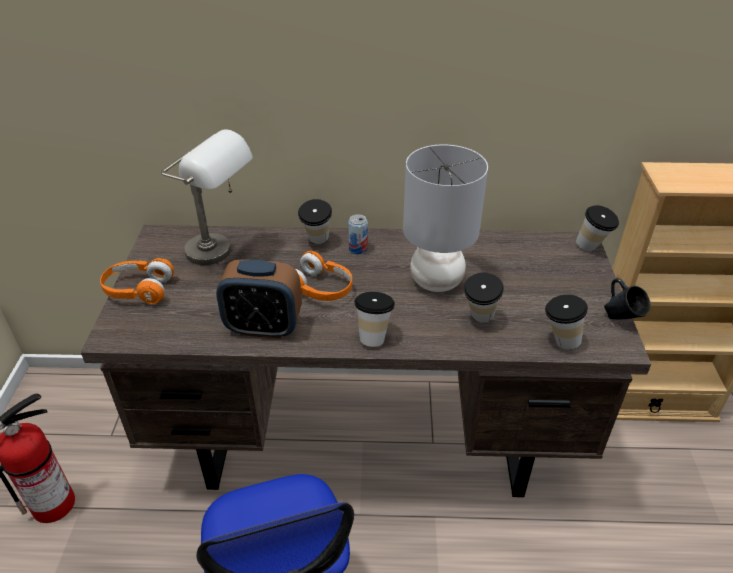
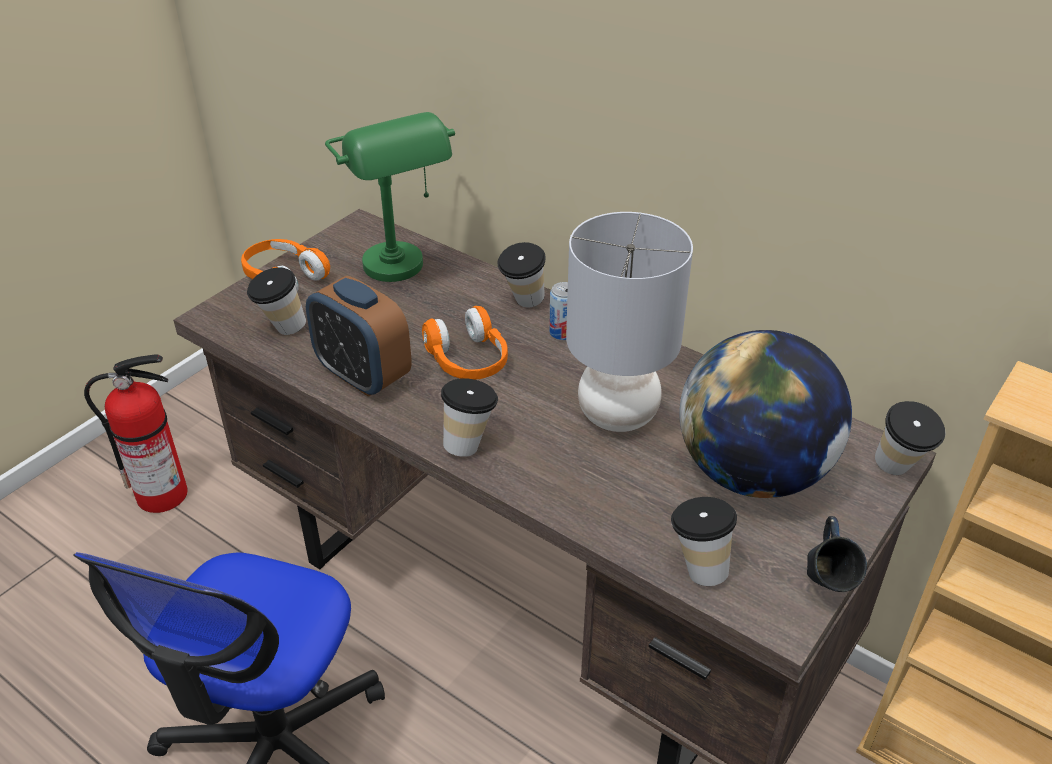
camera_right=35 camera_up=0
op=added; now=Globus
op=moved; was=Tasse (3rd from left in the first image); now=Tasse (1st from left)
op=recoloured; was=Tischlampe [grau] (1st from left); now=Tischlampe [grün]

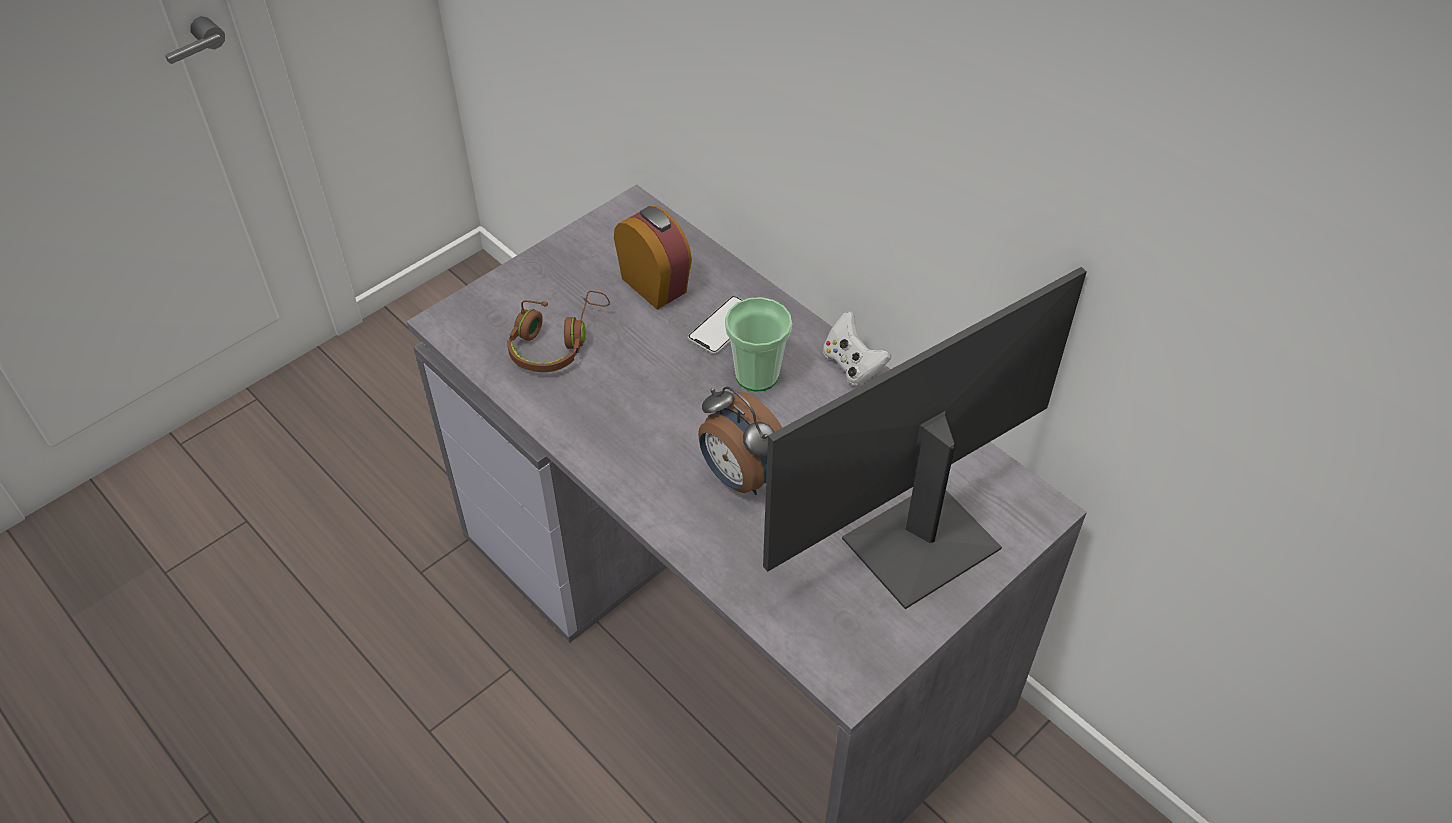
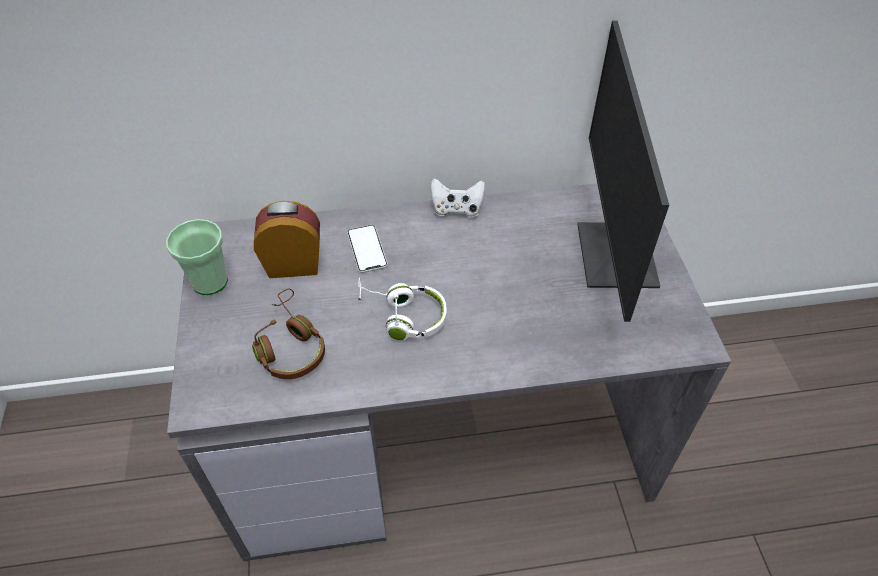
camera_right=-55 camera_up=0
op=removed; was=Wecker (2nd from left)
op=added; now=Kopfhörer [weiß]
op=moved; was=Tasse

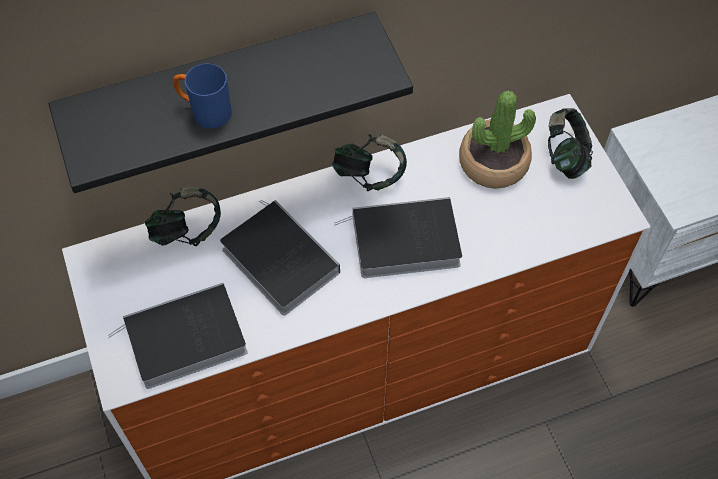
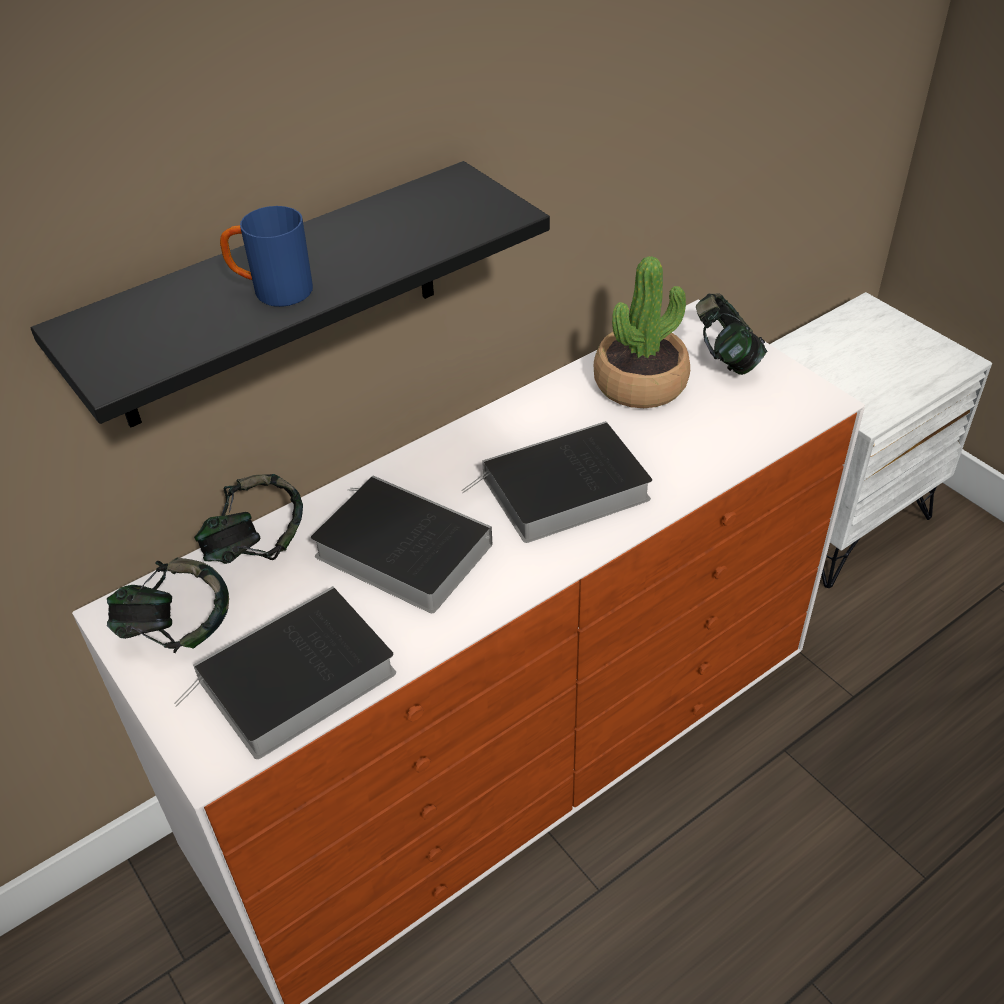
camera_right=-15 camera_up=-15
op=moved; was=Kopfhörer (2nd from left in the first image); now=Kopfhörer (1st from left)

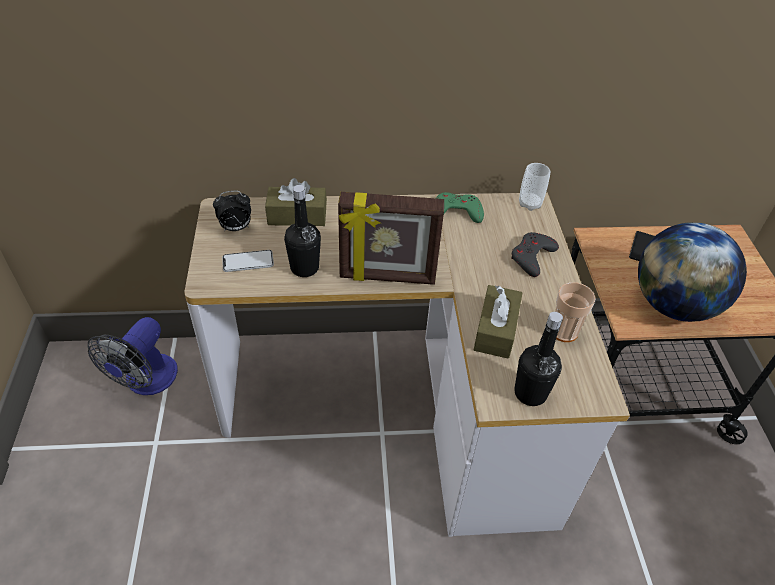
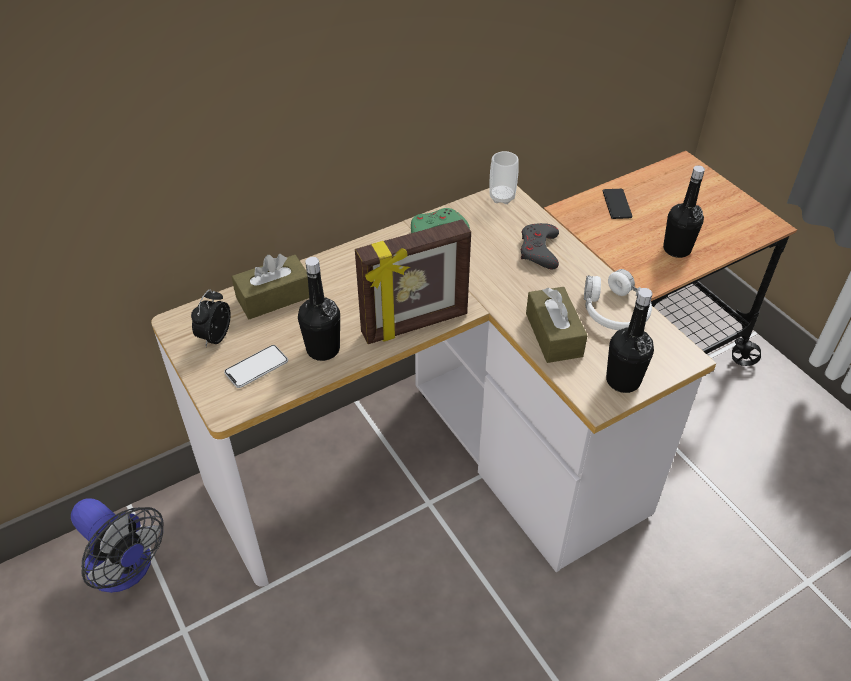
camera_right=-25 camera_up=0
op=replaced; was=Tasse (2nd from left); now=Kopfhörer [weiß]
op=replaced; was=Globus; now=Flasche [schwarz] (3rd from left)
op=turned; was=Ventilator; clockwise=-45
op=turned; was=Wecker; clockwise=150

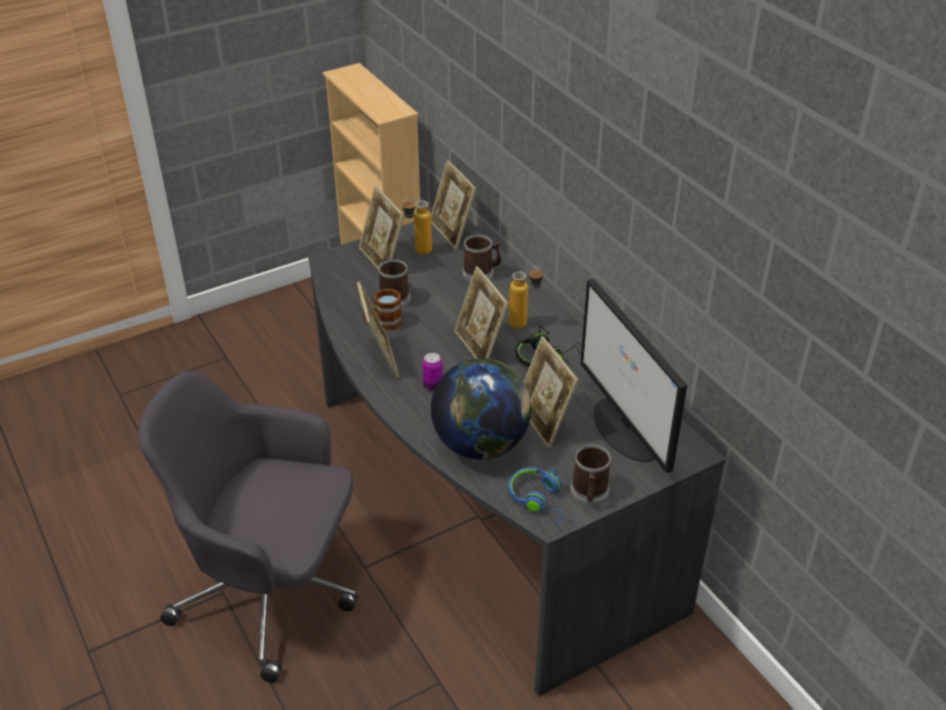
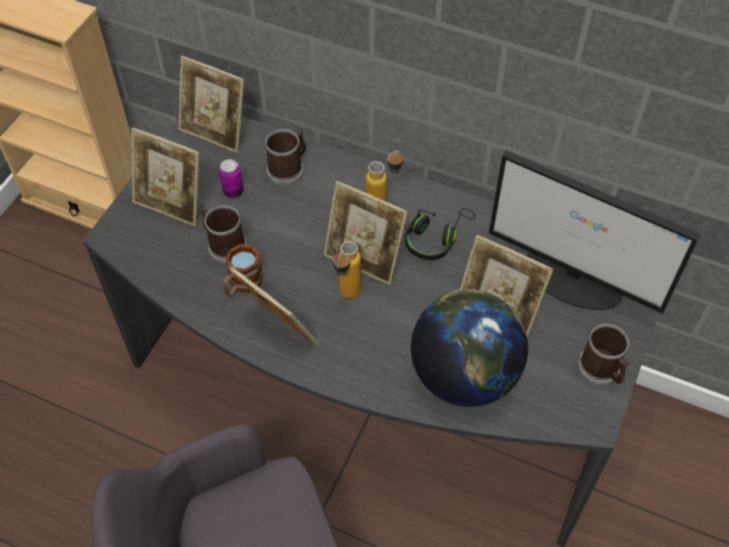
camera_right=-35 camera_up=15
op=removed; was=Kopfhörer [blau]
op=moved; was=Flasche (1st from left)
op=moved; was=Dose

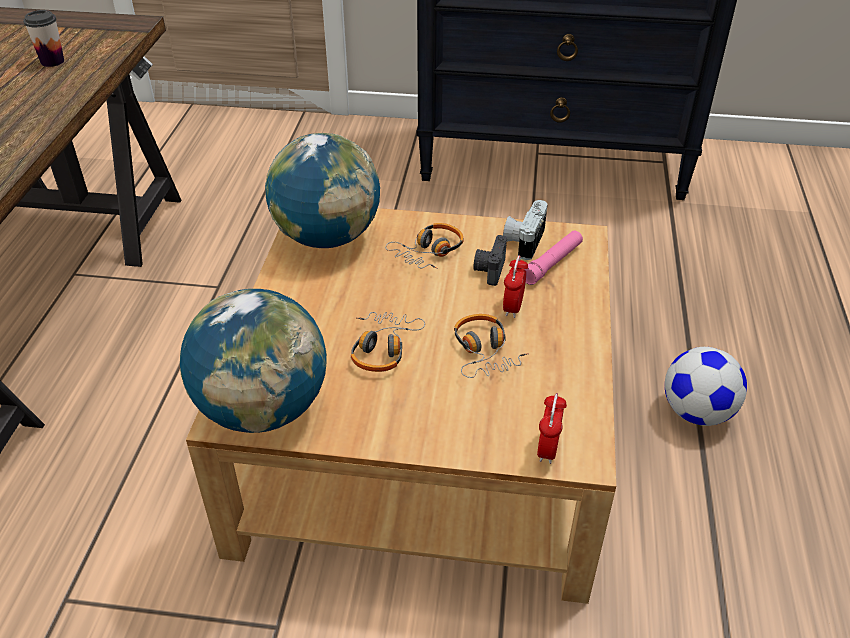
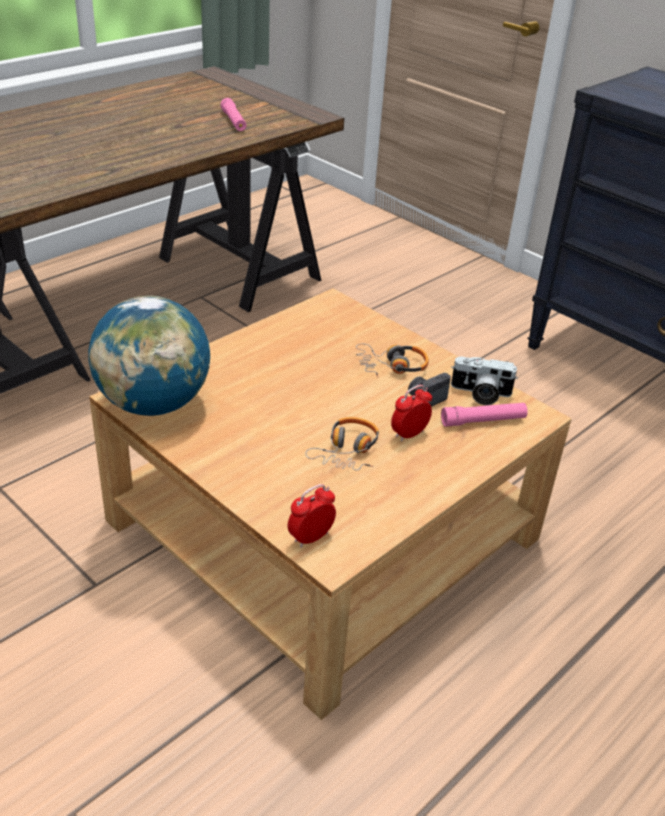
camera_right=35 camera_up=-5
op=removed; was=Globus (2nd from left)
op=removed; was=Kopfhörer (1st from left)
op=removed; was=Fußball
op=replaced; was=Tasse; now=Taschenlampe [rosa] (1st from left)
op=turned; was=Kamera (2nd from left); clockwise=-135

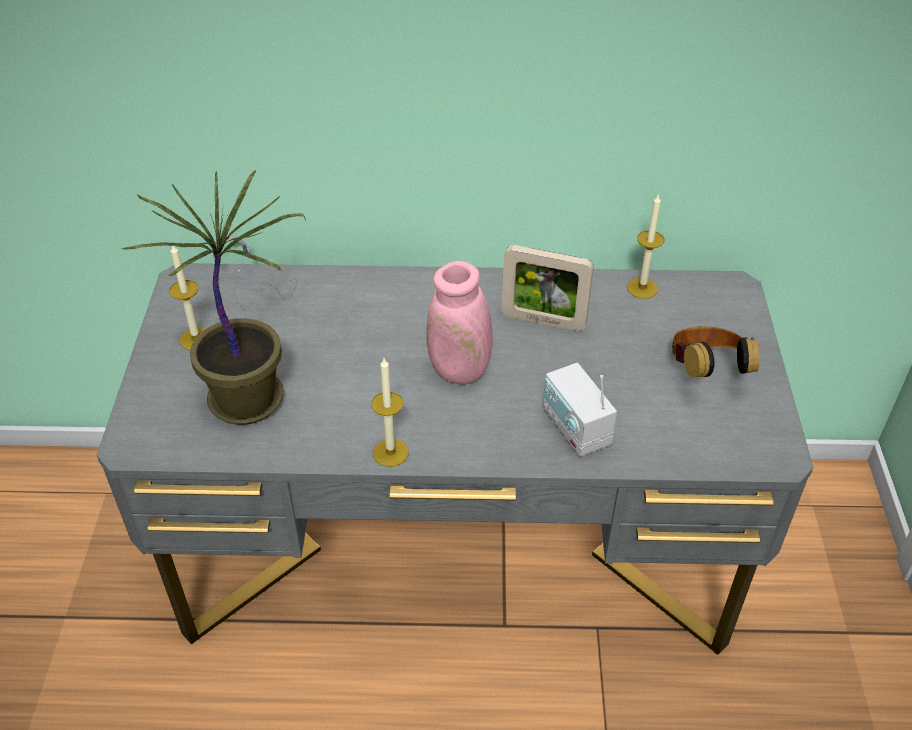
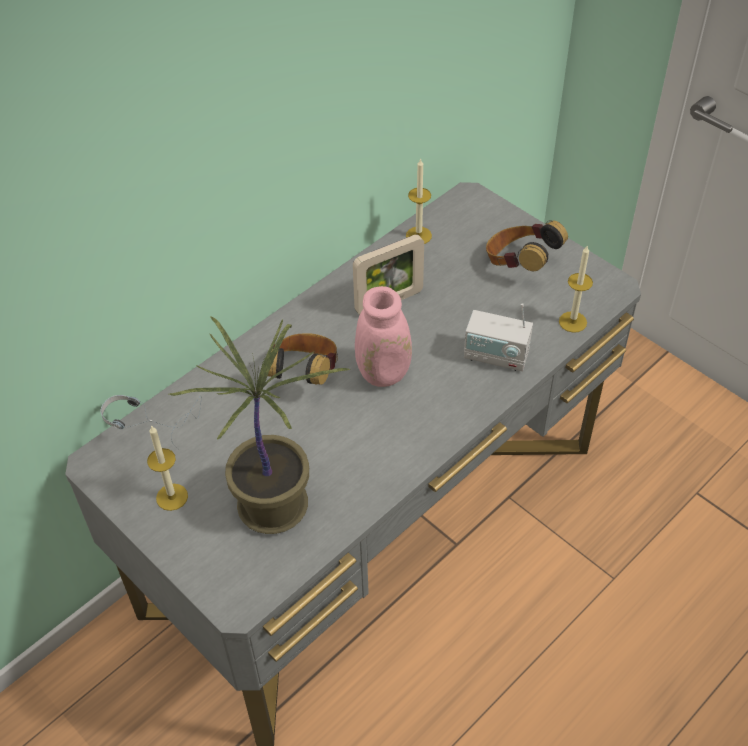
camera_right=-45 camera_up=5
op=added; now=Kopfhörer (2nd from left)
op=moved; was=Kerze (2nd from left in the first image); now=Kerze (3rd from left)

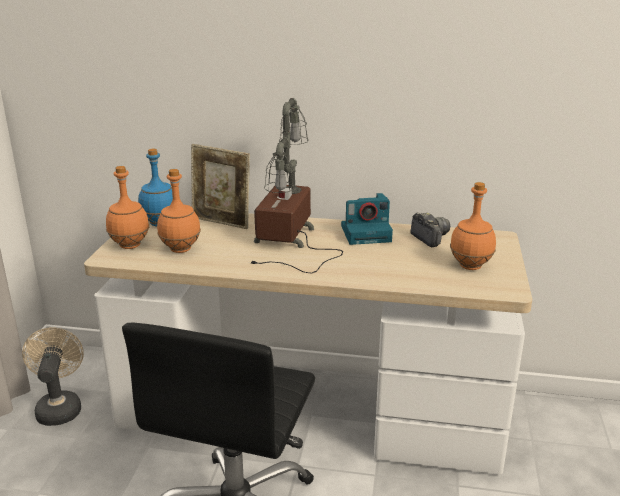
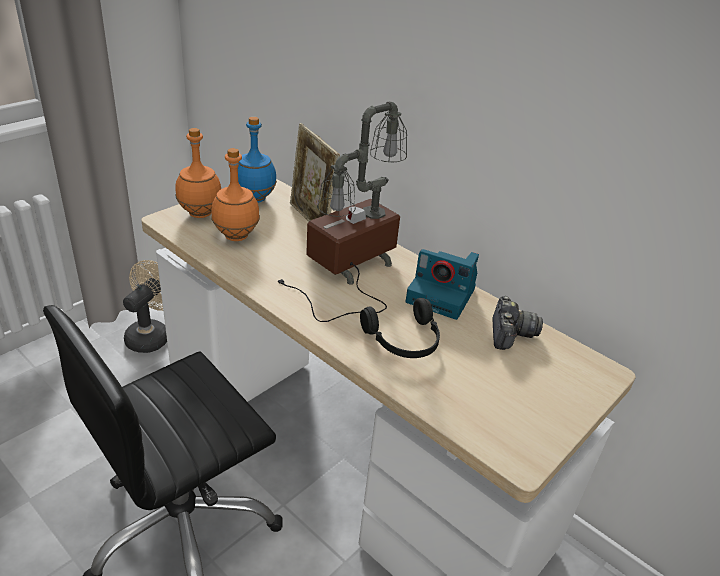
camera_right=30 camera_up=10
op=removed; was=Flasche [orange] (3rd from left)
op=added; now=Kopfhörer [schwarz]

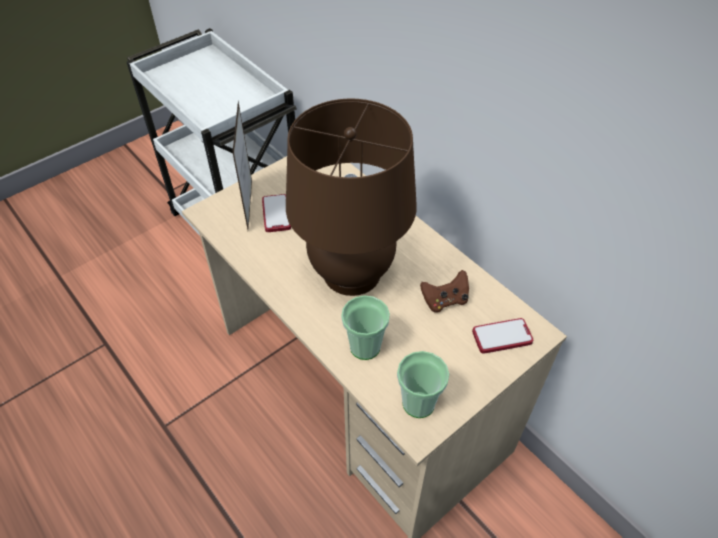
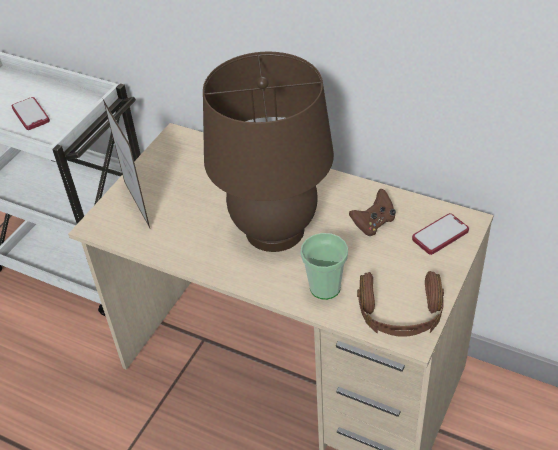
camera_right=-20 camera_up=-5
op=moved; was=Handy (1st from left)
op=replaced; was=Tasse (2nd from left); now=Kopfhörer [braun]

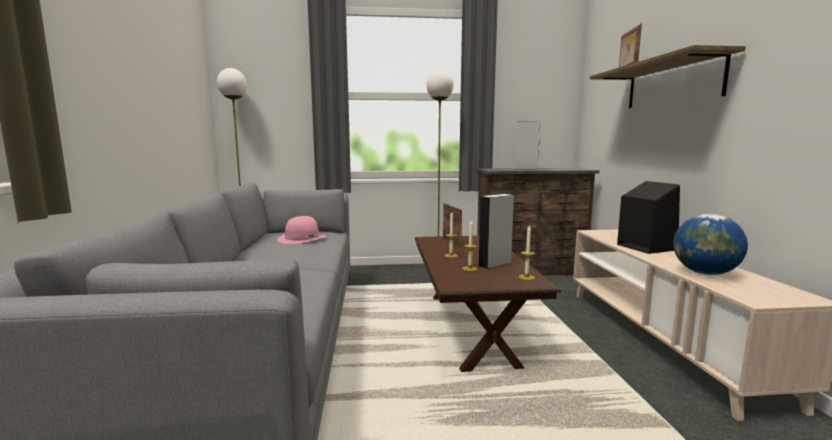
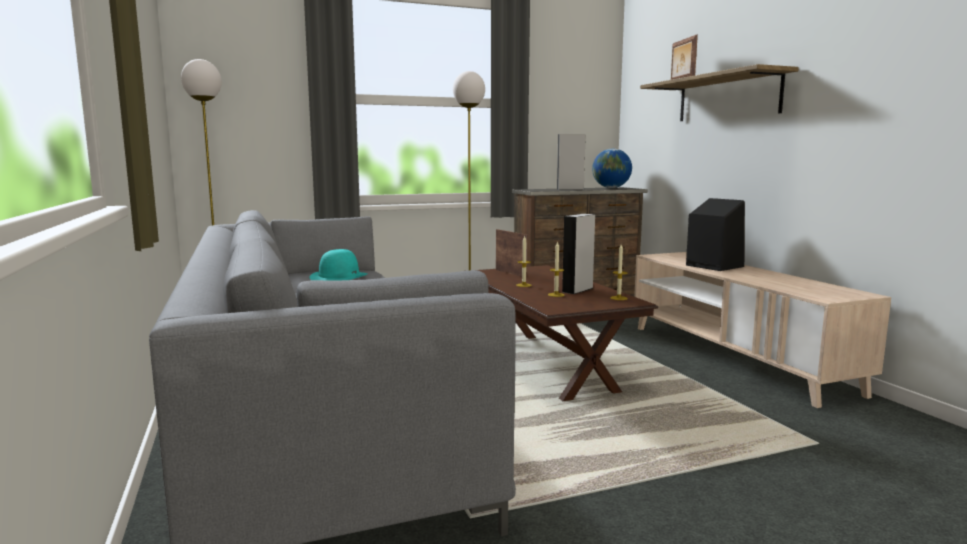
camera_right=-15 camera_up=0
op=moved; was=Globus
op=recoloured; was=Hut [rosa]; now=Hut [türkis]

